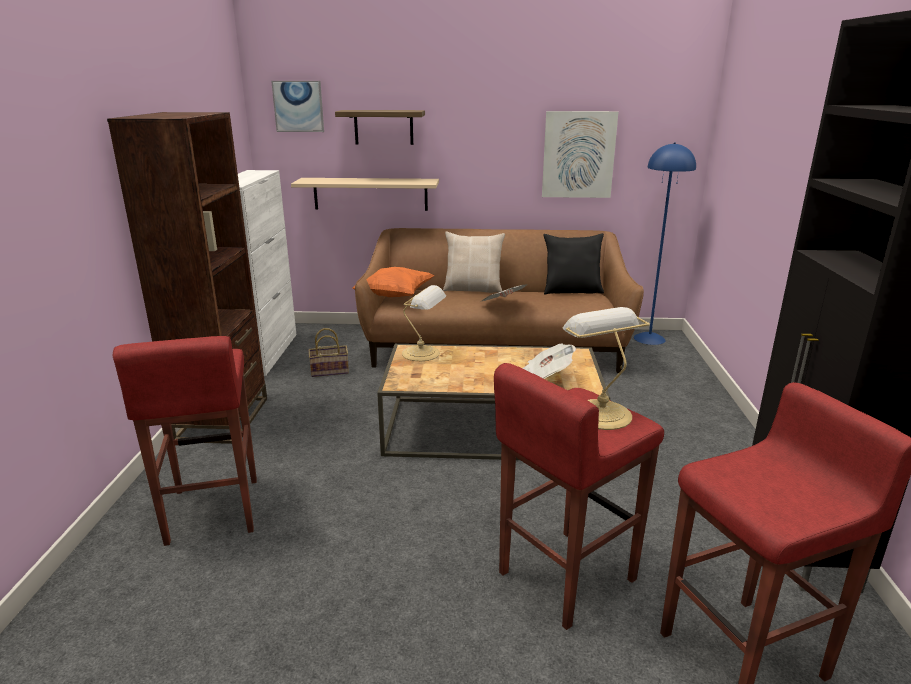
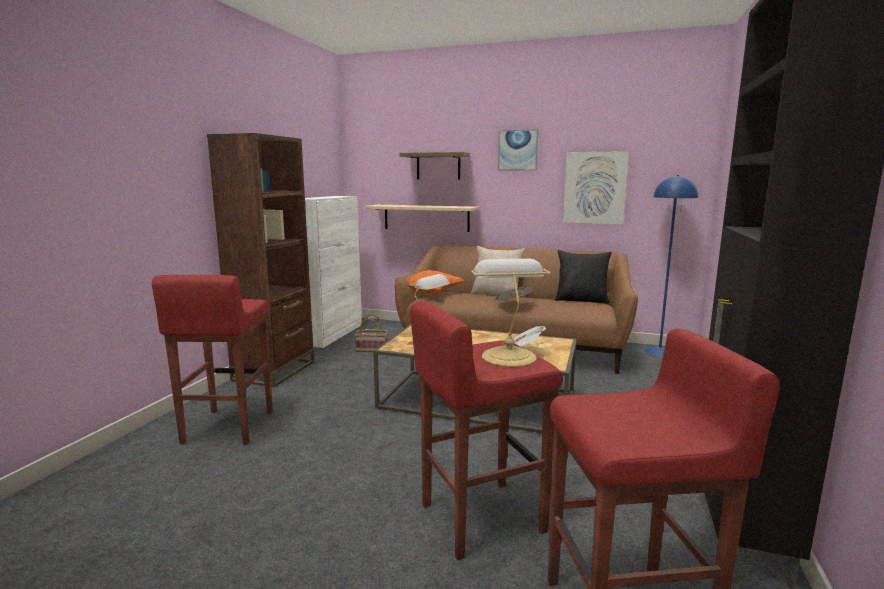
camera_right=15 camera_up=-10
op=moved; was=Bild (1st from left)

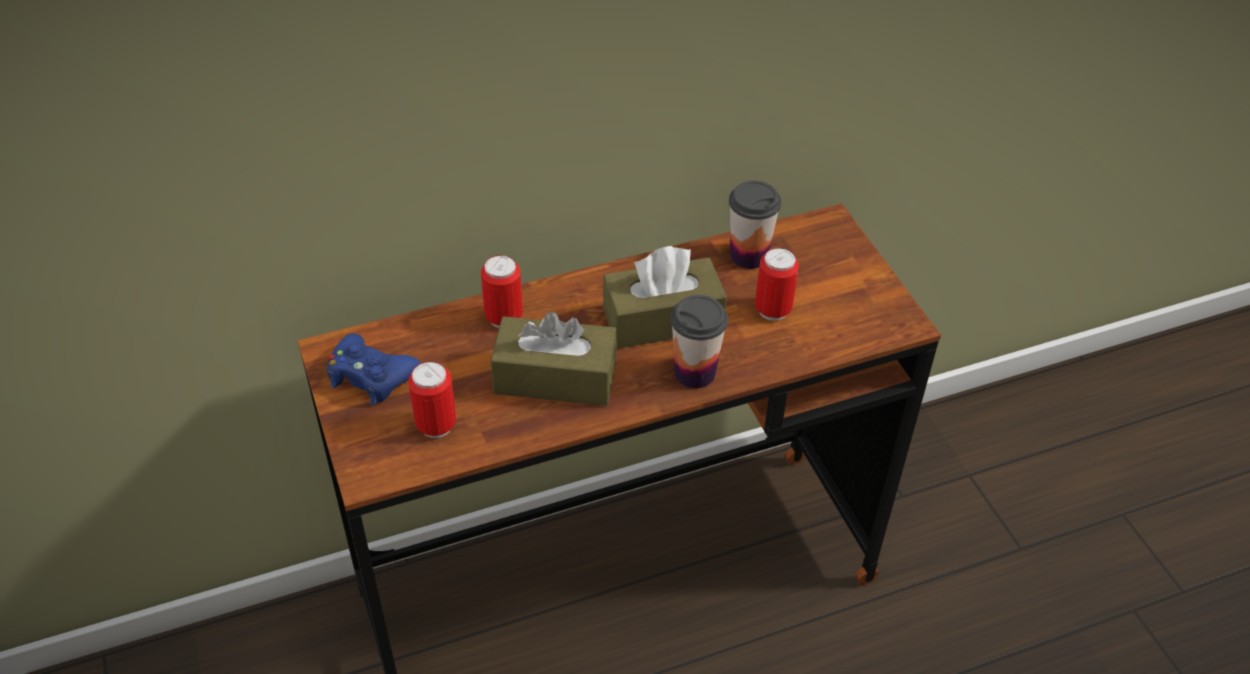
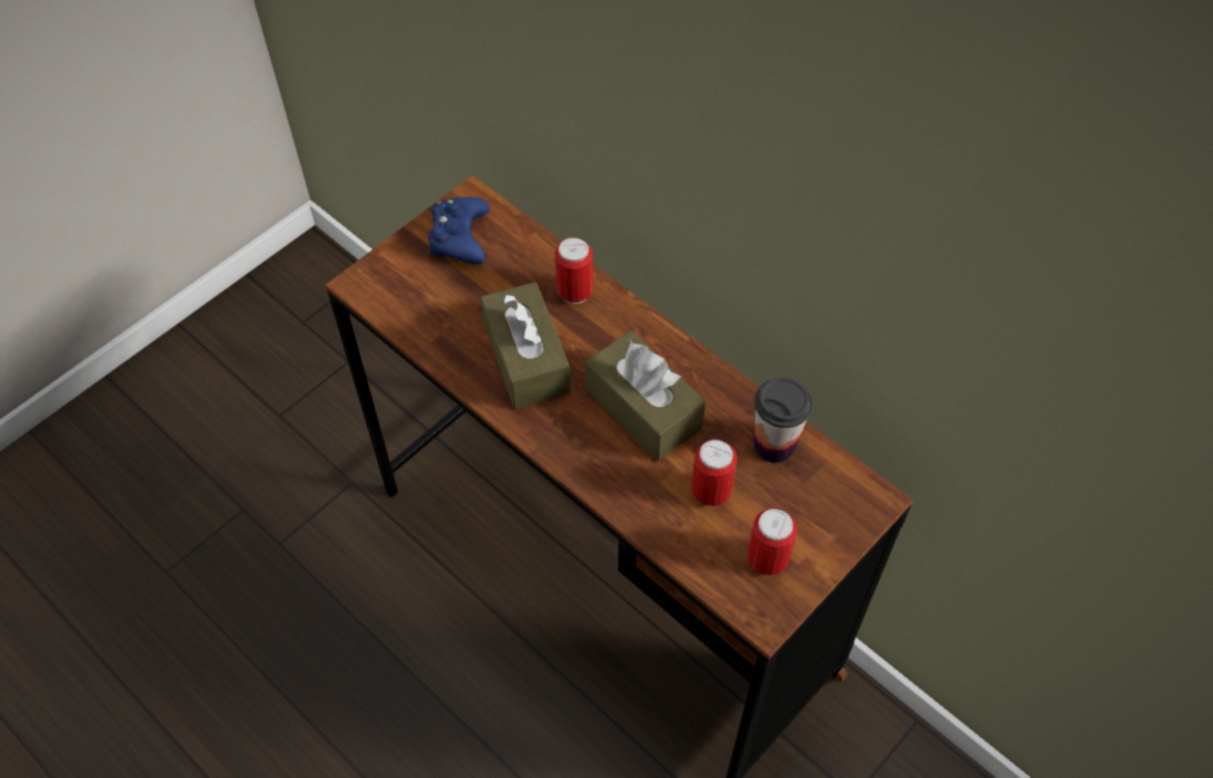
camera_right=65 camera_up=10
op=removed; was=Tasse (1st from left)
op=moved; was=Dose (1st from left in the first image); now=Dose (3rd from left)

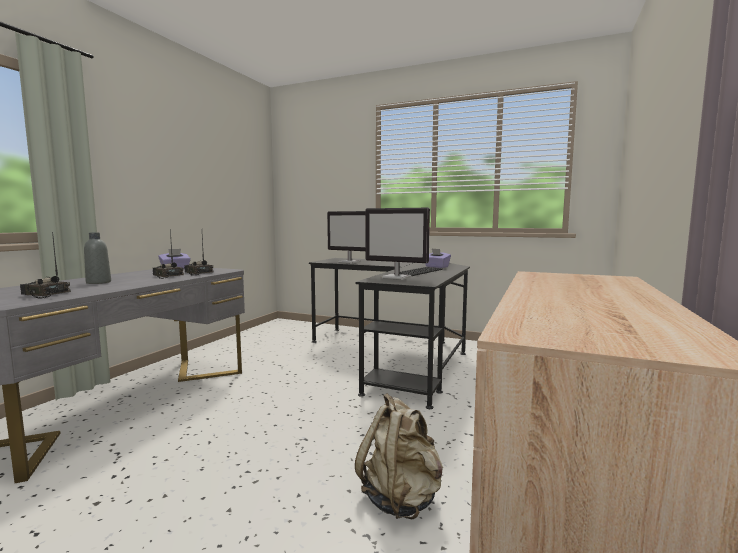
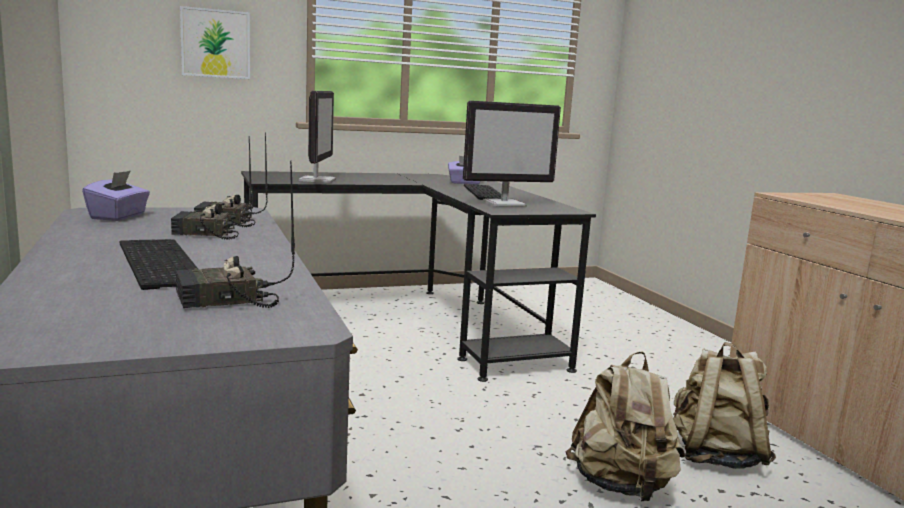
camera_right=-45 camera_up=5
op=added; now=Bild
op=added; now=Rucksack [beige] (1st from left)
op=replaced; was=Flasche [grau]; now=Tastatur (1st from left)
op=turned; was=Monitor (1st from left); clockwise=-75

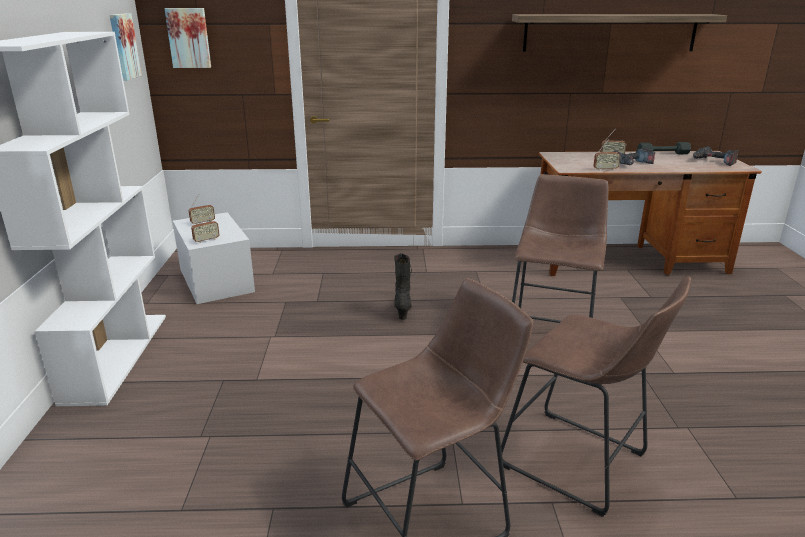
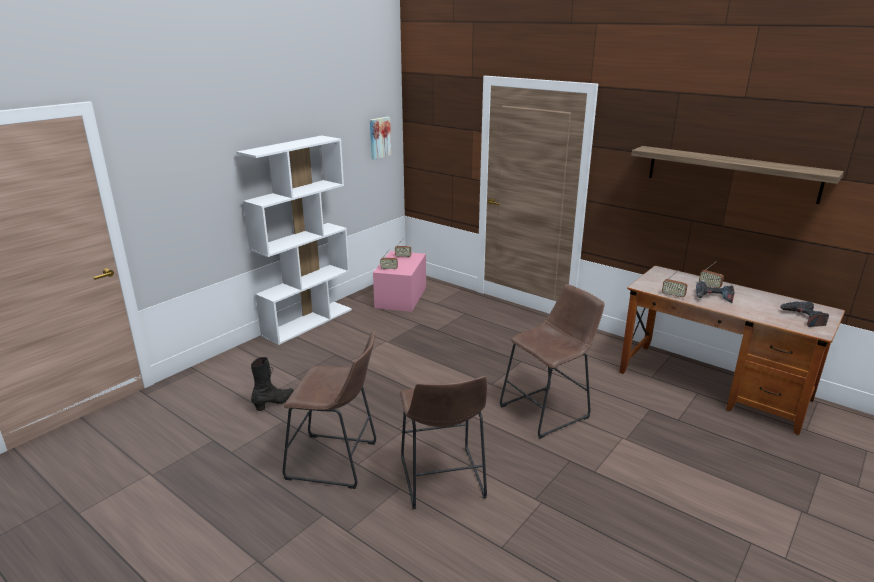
camera_right=40 camera_up=0
op=removed; was=Bild (2nd from left)
op=removed; was=Hantel [grau]
op=moved; was=Stiefel [schwarz]
op=recoloured; was=Aufbewahrungsbox [weiß]; now=Aufbewahrungsbox [rosa]

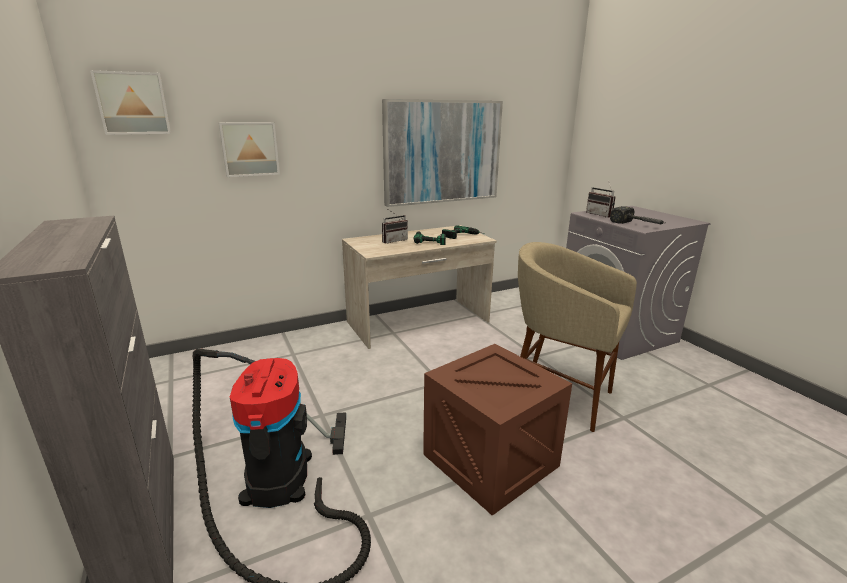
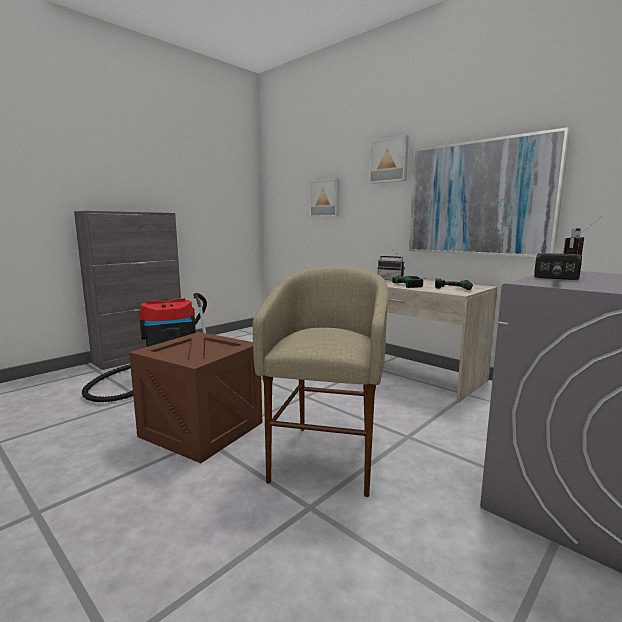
camera_right=70 camera_up=-10
op=moved; was=Bild (1st from left in the first image); now=Bild (2nd from left)

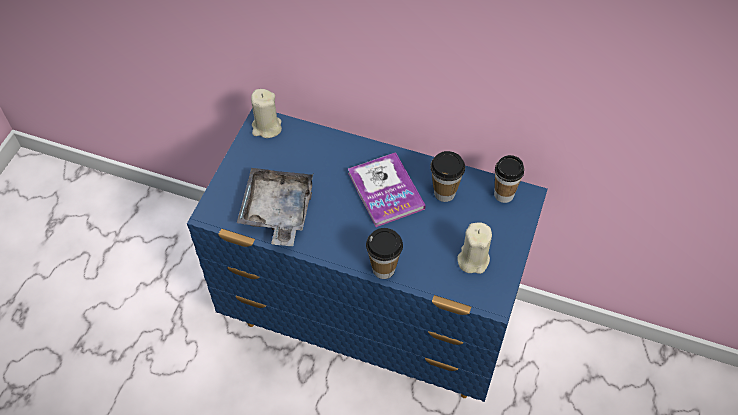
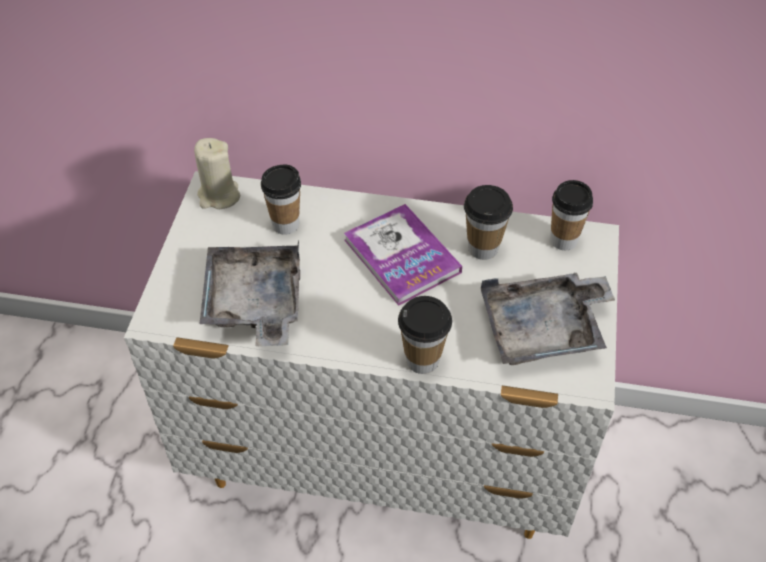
camera_right=-10 camera_up=-5
op=added; now=Tasse (1st from left)
op=replaced; was=Kerze [beige] (2nd from left); now=Tablett [grau] (2nd from left)
op=recoloured; was=Kommode [blau]; now=Kommode [weiß]

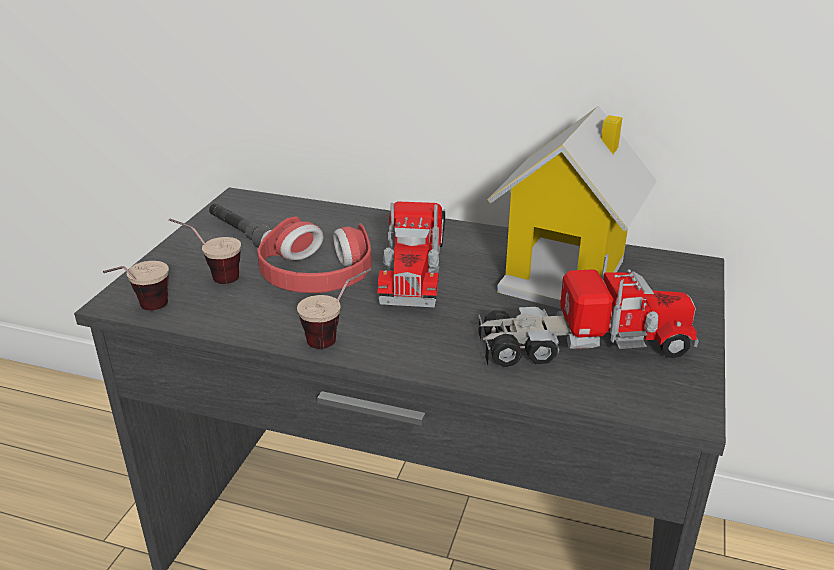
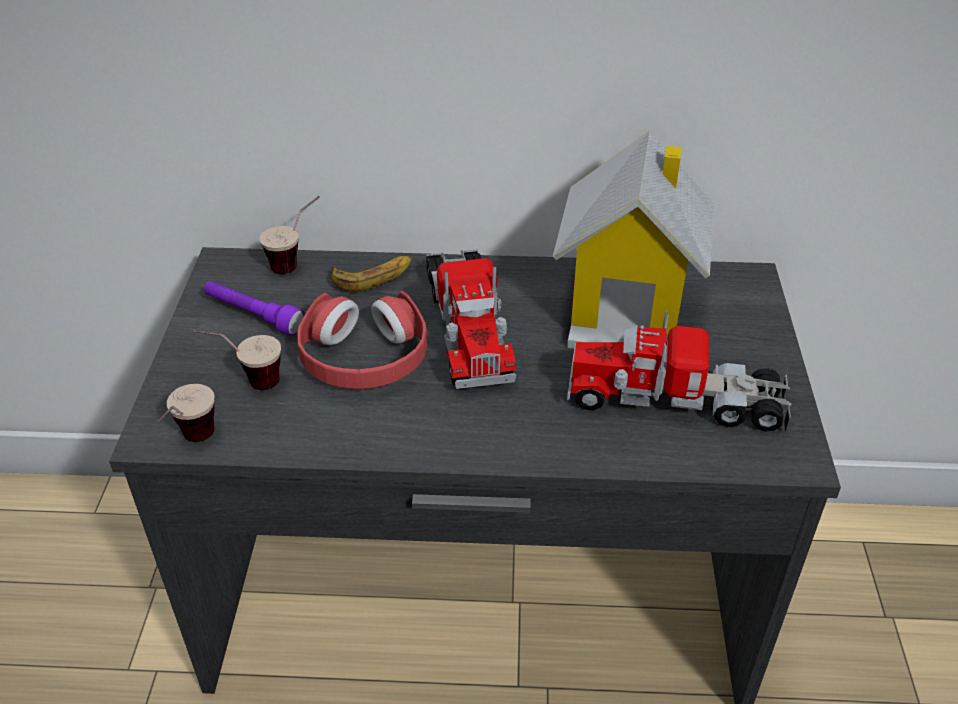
camera_right=-15 camera_up=10
op=added; now=Banane
op=moved; was=Tasse (3rd from left)
op=recoloured; was=Taschenlampe [grau]; now=Taschenlampe [lila]
op=turned; was=Spielzeuglaster (2nd from left); clockwise=-150

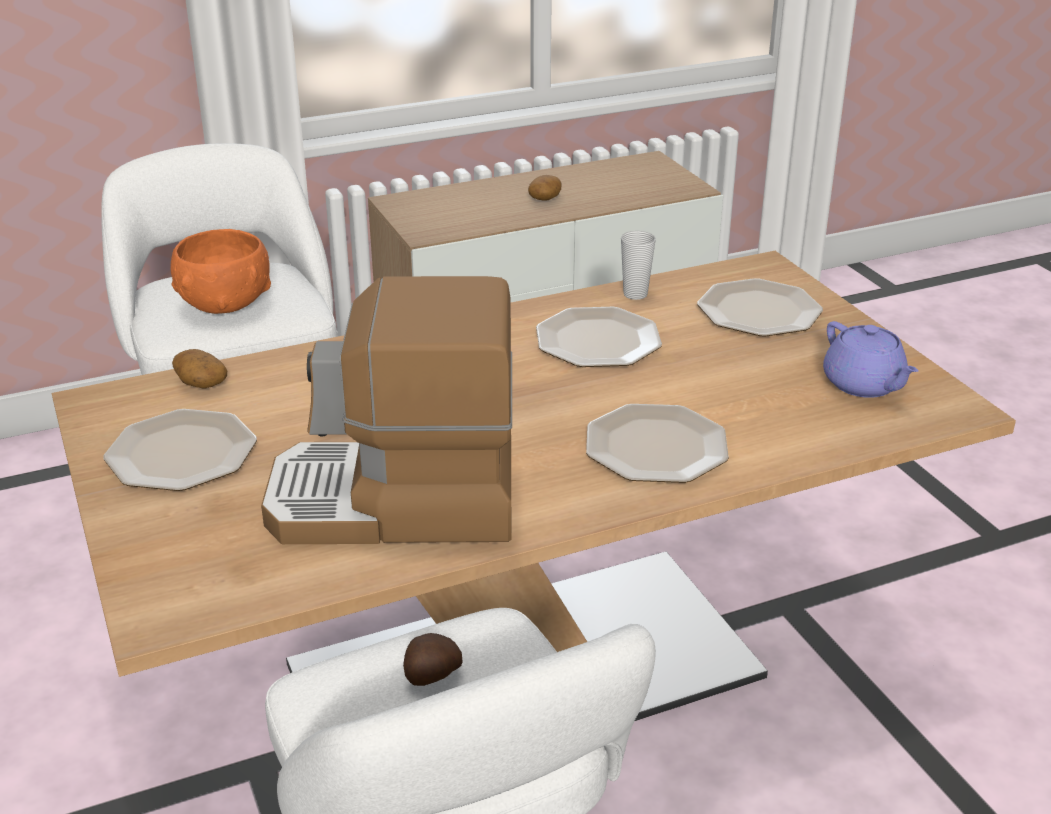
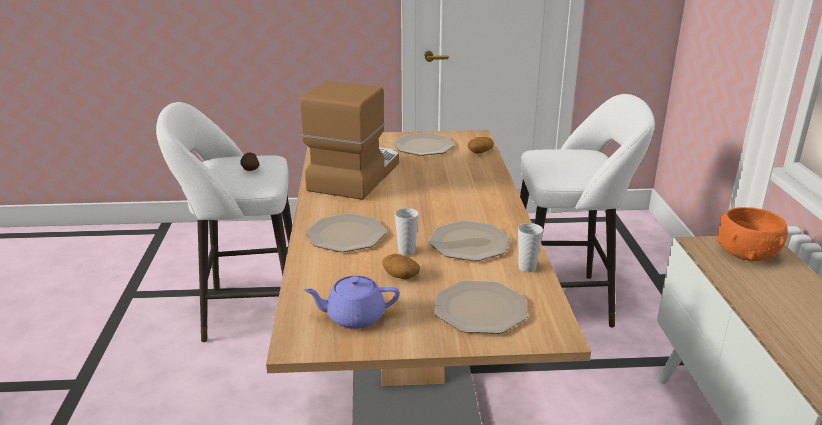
camera_right=110 camera_up=-5
op=added; now=Tasse (1st from left)
op=moved; was=Schüssel [orange]
op=moved; was=Kartoffel (3rd from left in the first image); now=Kartoffel (2nd from left)

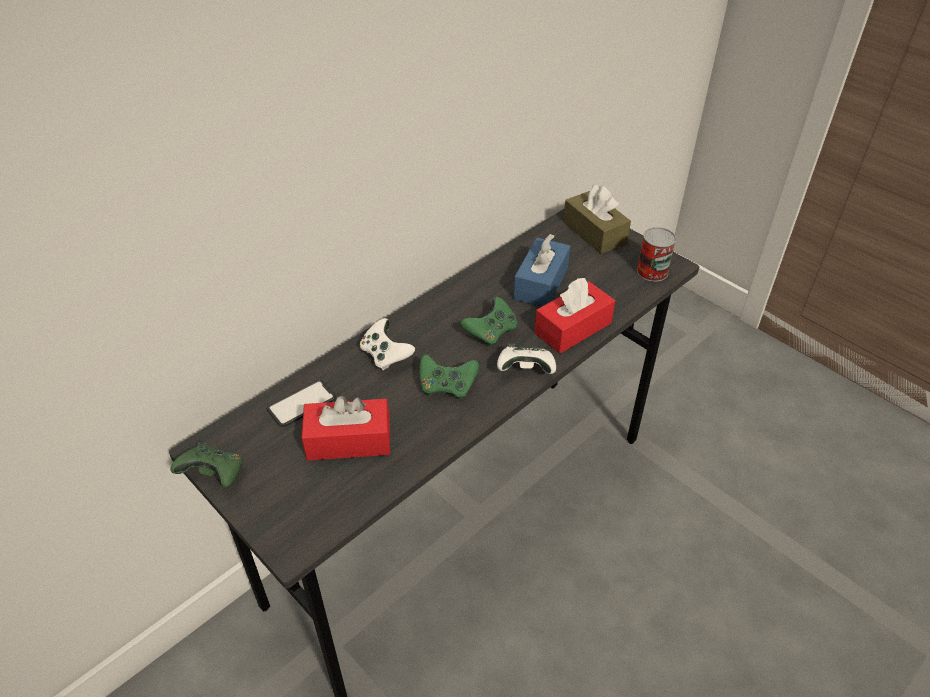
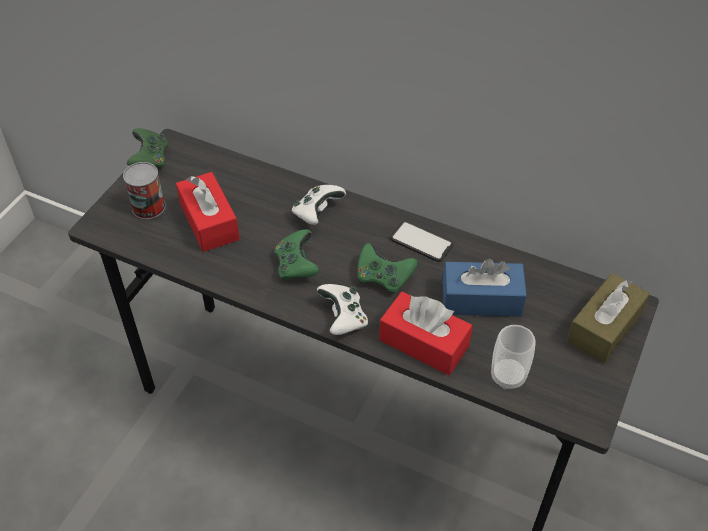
camera_right=70 camera_up=5
op=added; now=Tasse
op=moved; was=Handy
op=moved; was=Dose

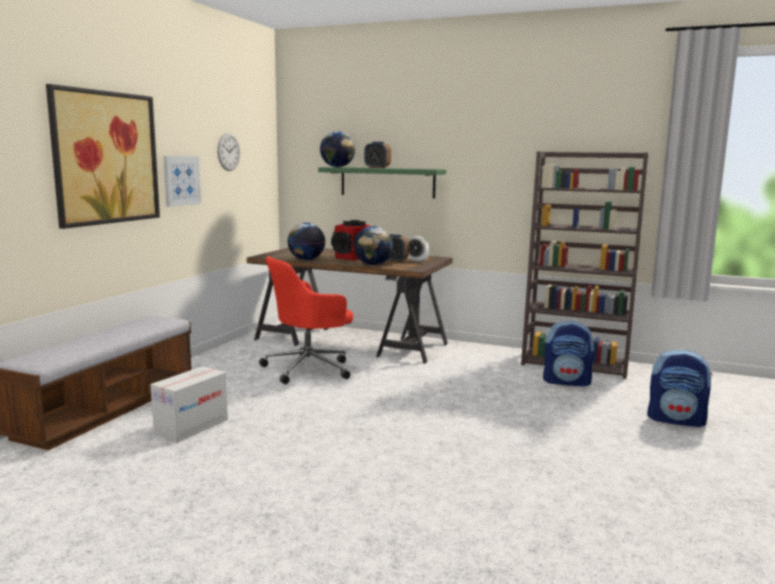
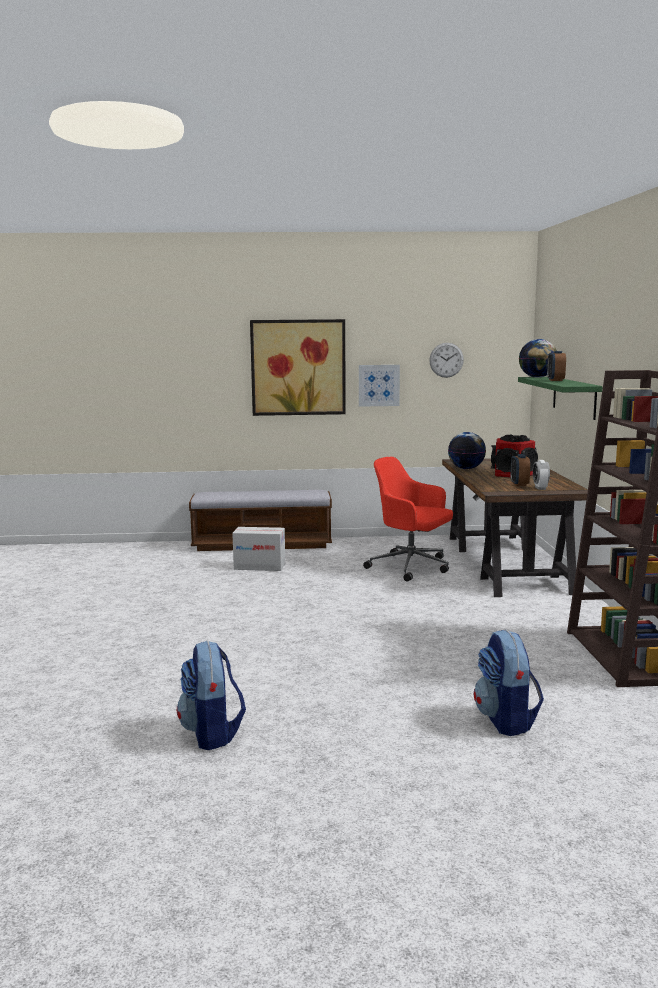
camera_right=65 camera_up=0
op=removed; was=Globus (3rd from left)
op=moved; was=Rucksack (1st from left)

